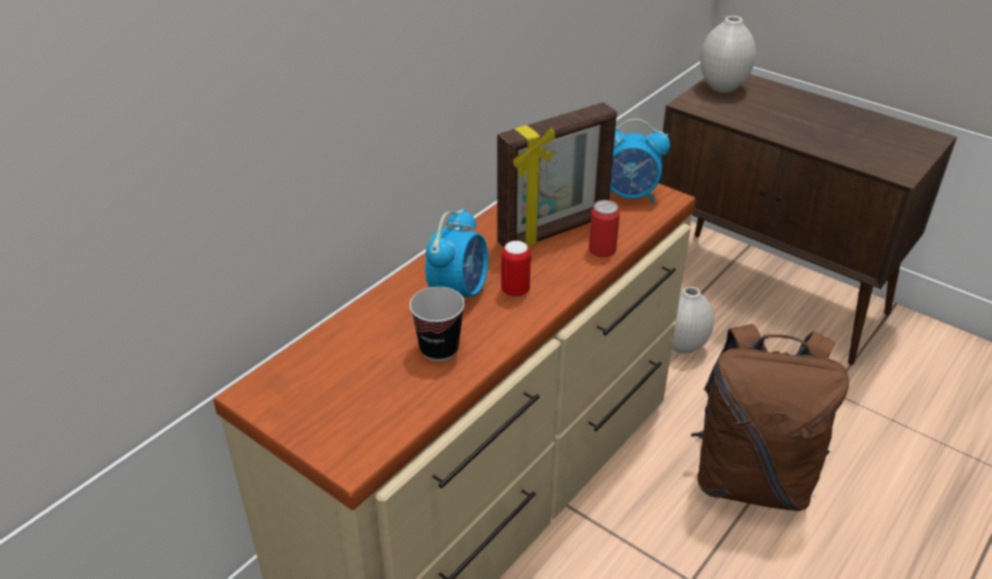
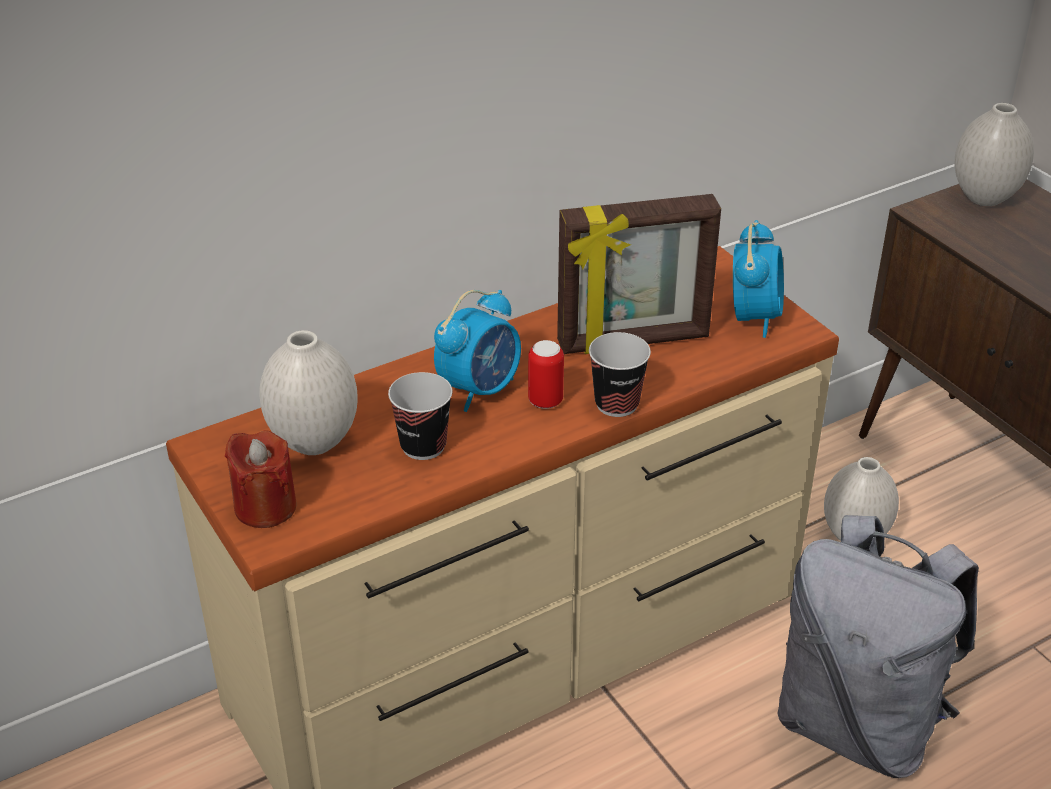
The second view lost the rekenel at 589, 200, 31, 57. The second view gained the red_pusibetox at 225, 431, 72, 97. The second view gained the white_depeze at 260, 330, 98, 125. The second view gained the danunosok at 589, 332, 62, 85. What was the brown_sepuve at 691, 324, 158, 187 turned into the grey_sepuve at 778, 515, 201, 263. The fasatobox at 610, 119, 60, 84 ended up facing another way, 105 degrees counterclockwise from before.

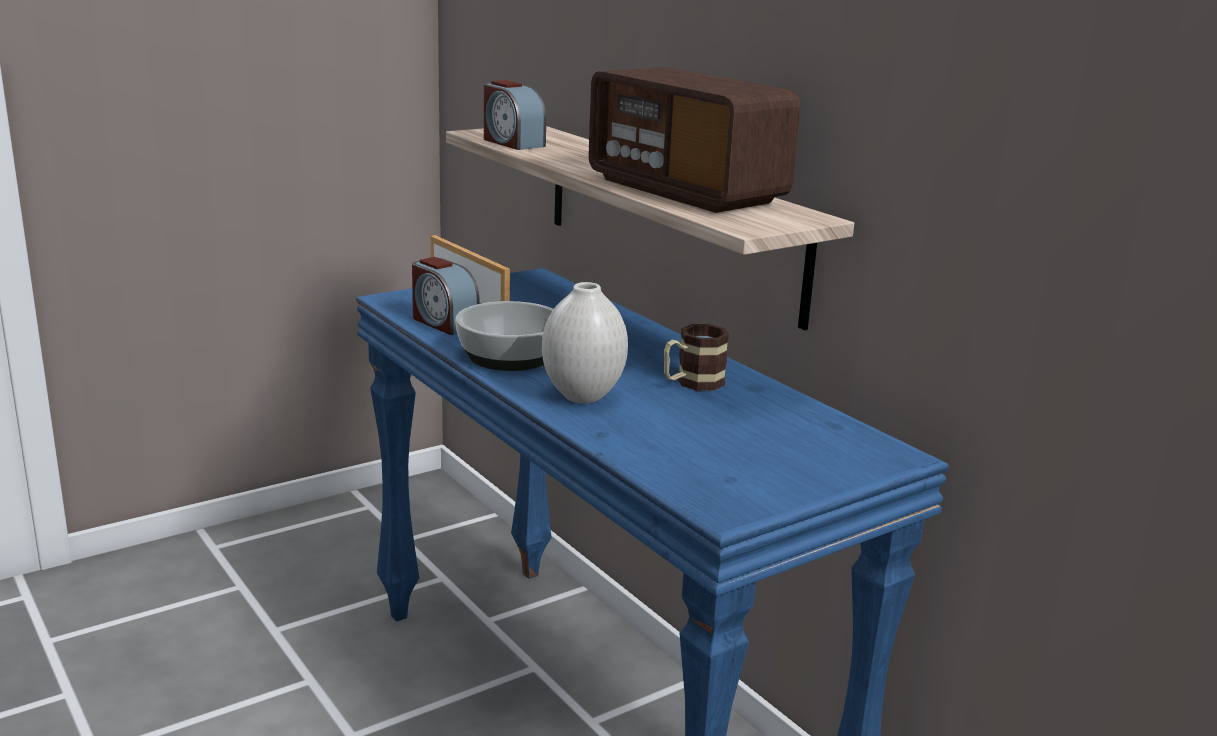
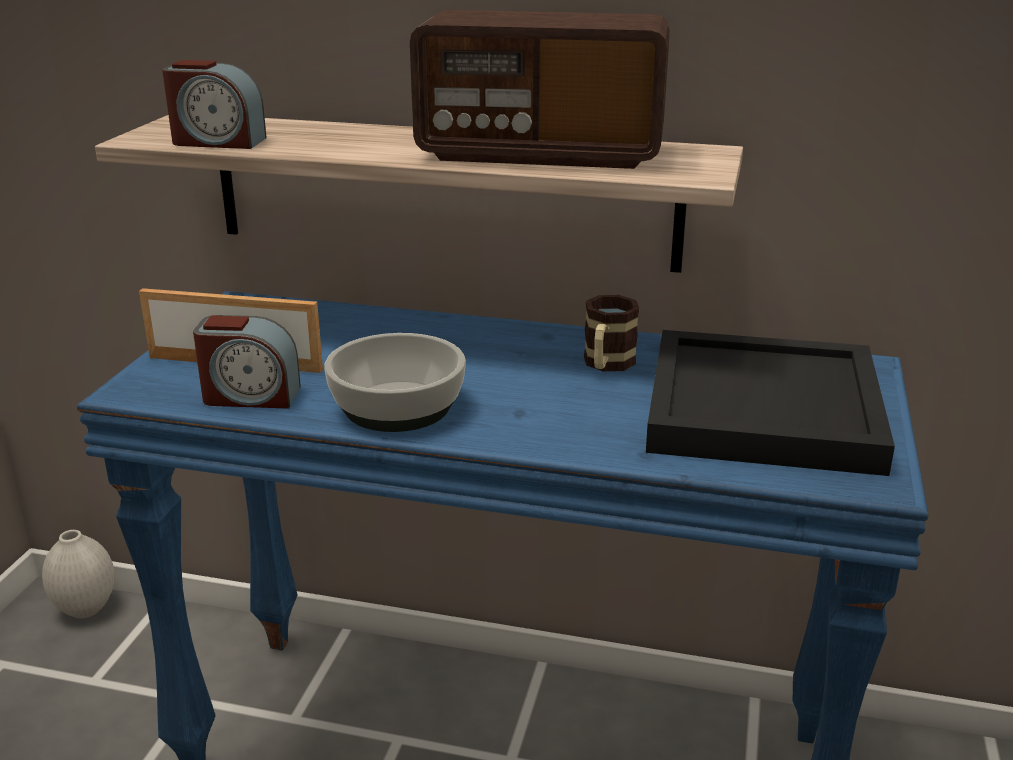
The second view gained the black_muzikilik at 646, 330, 249, 146. The white_depeze ended up elsewhere, having gone from 542, 282, 86, 121 to 42, 530, 73, 88.

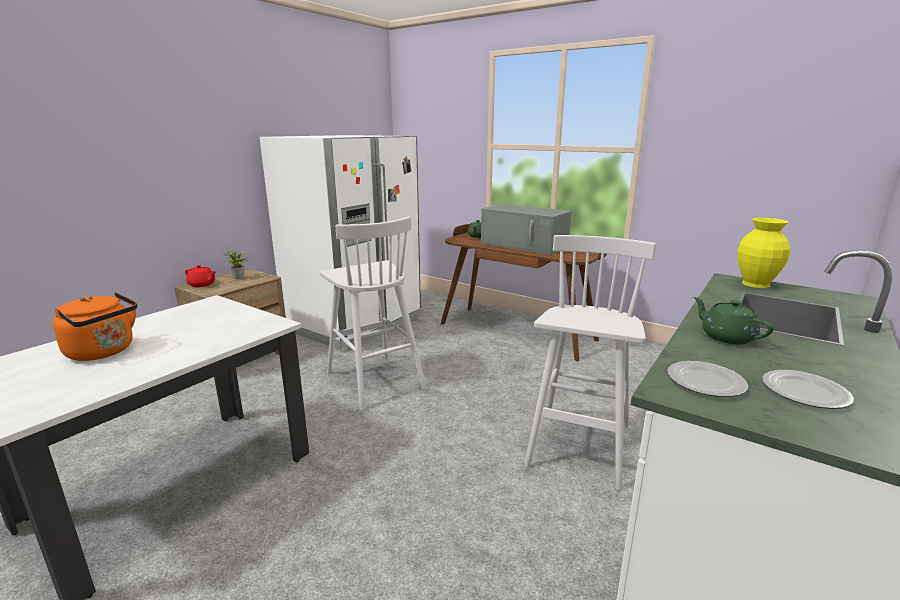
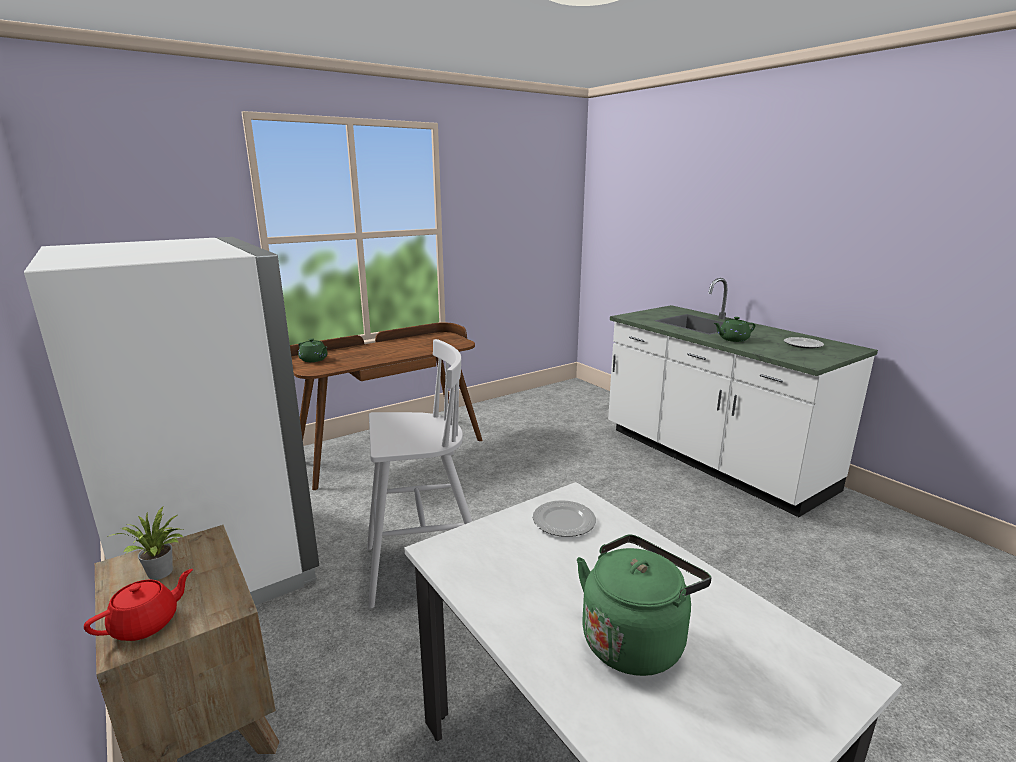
The second view lost the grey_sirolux at 481, 204, 91, 51. The second view lost the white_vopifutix at 524, 235, 132, 256. The second view lost the yellow_depeze at 737, 218, 53, 70. The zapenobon ended up elsewhere, having gone from 667, 361, 81, 36 to 533, 500, 63, 37. What was the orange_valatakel at 52, 292, 85, 69 turned into the green_valatakel at 577, 534, 134, 142.

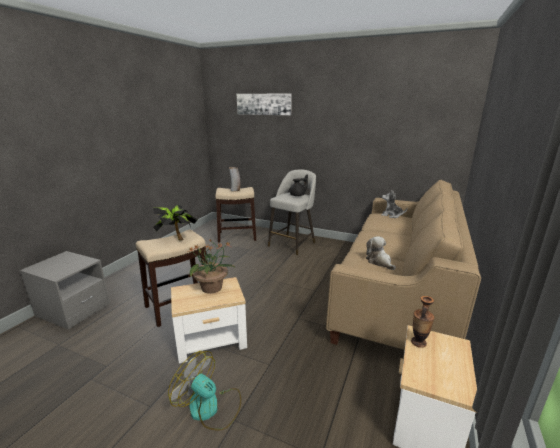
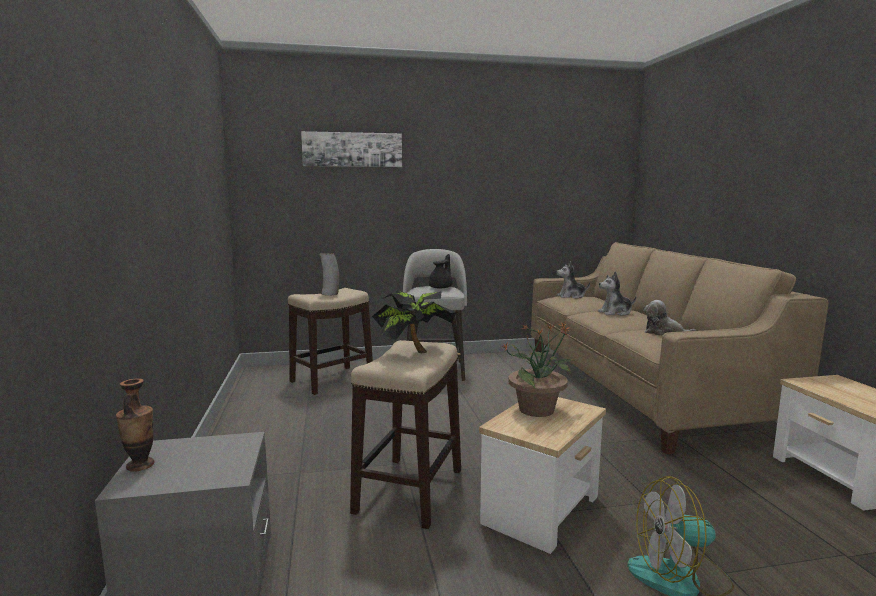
The second view gained the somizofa at 598, 272, 38, 44. The depeze ended up elsewhere, having gone from 411, 296, 23, 52 to 116, 378, 39, 93.

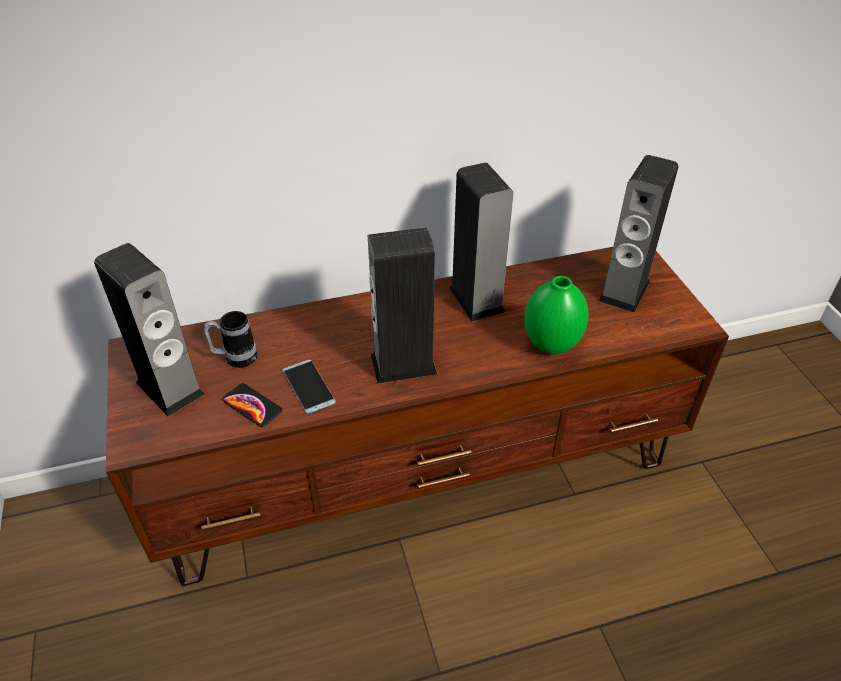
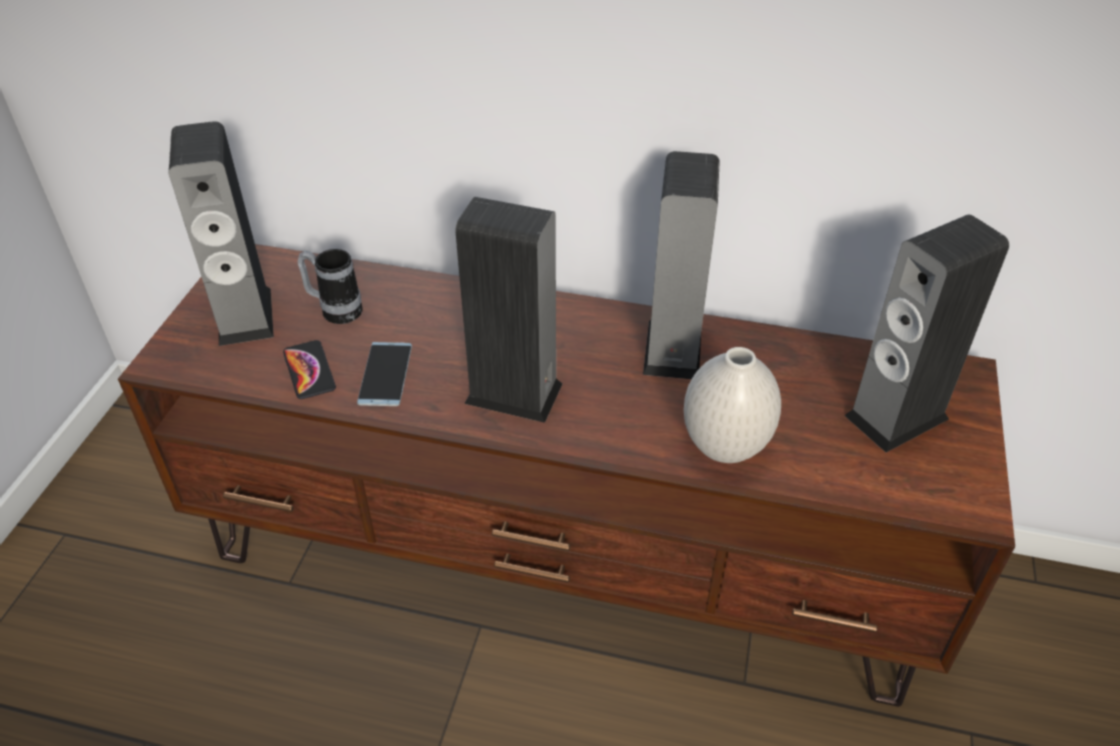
What was the green_depeze at 524, 276, 65, 79 turned into the white_depeze at 684, 347, 97, 116.

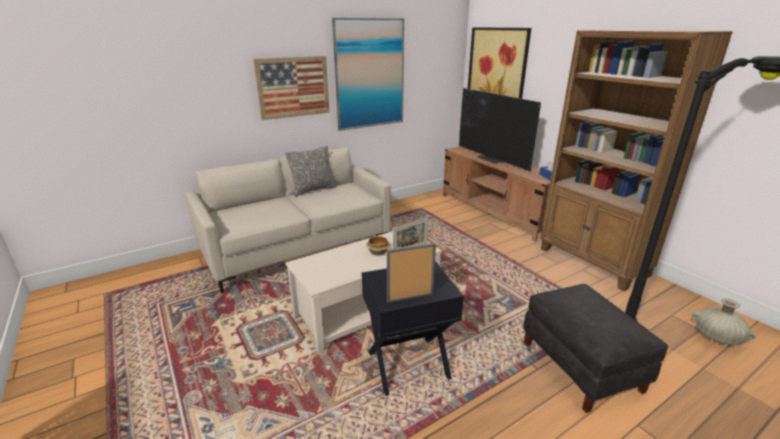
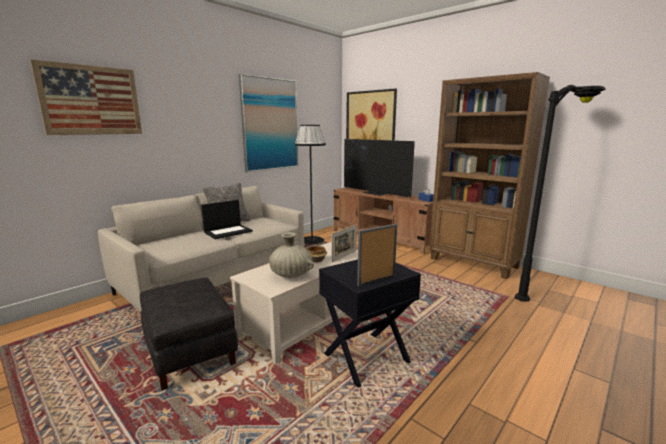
The second view gained the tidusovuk at 201, 200, 52, 39. The second view gained the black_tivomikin at 295, 125, 31, 120. The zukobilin ended up elsewhere, having gone from 253, 56, 76, 64 to 30, 59, 112, 76. The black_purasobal ended up elsewhere, having gone from 523, 284, 145, 129 to 140, 277, 98, 114. The beige_depeze ended up elsewhere, having gone from 692, 298, 63, 47 to 269, 232, 45, 46.

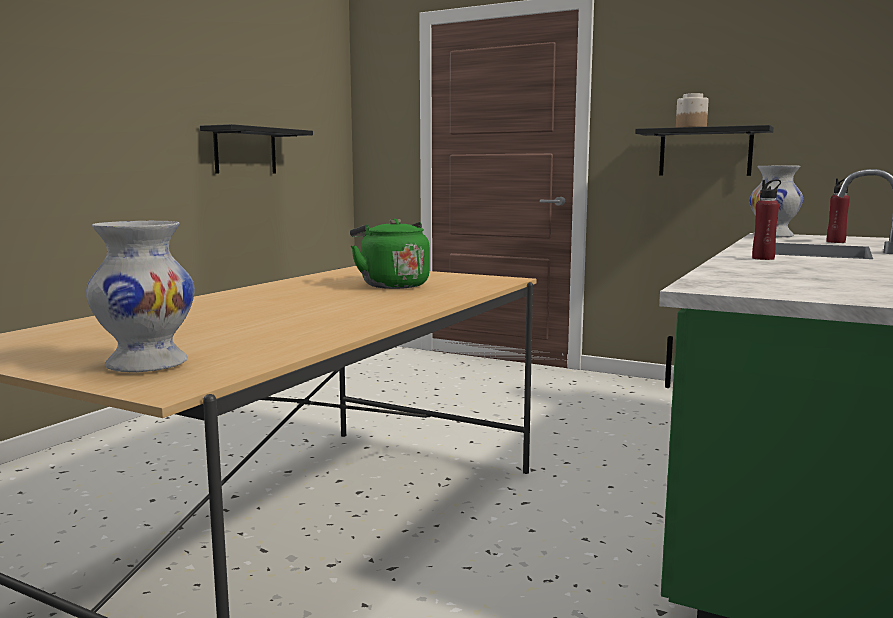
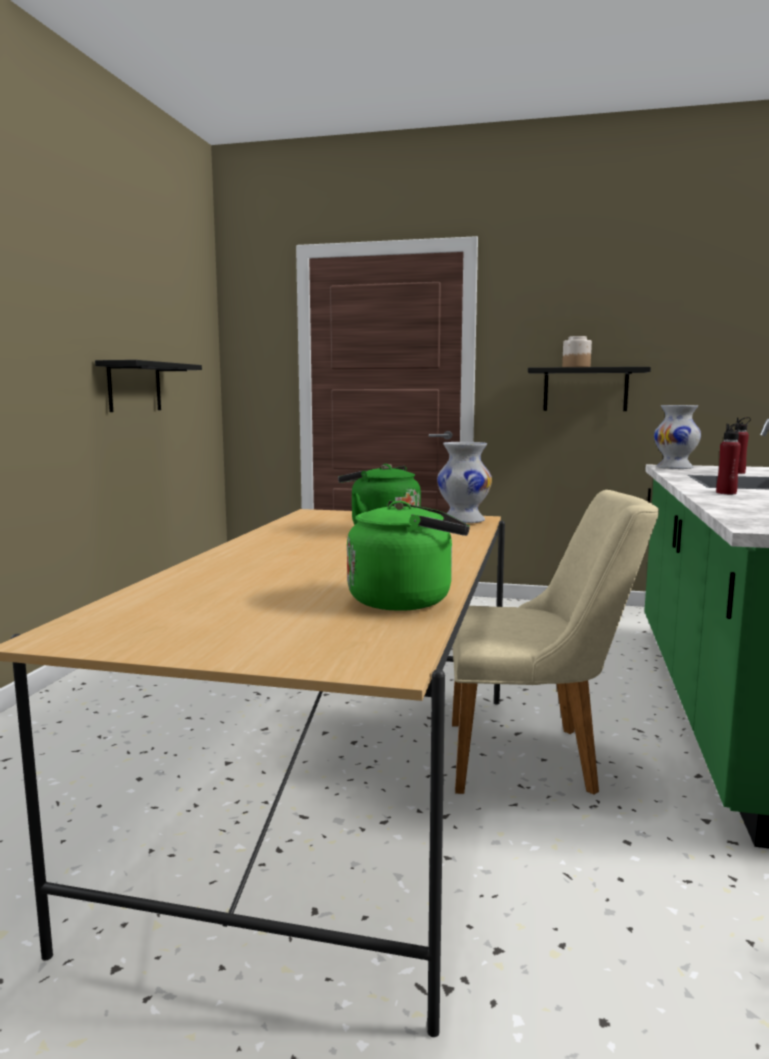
The second view gained the green_valatakel at 347, 501, 123, 110. The second view gained the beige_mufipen at 452, 490, 207, 305. The white_depeze ended up elsewhere, having gone from 86, 221, 109, 151 to 437, 442, 55, 81.

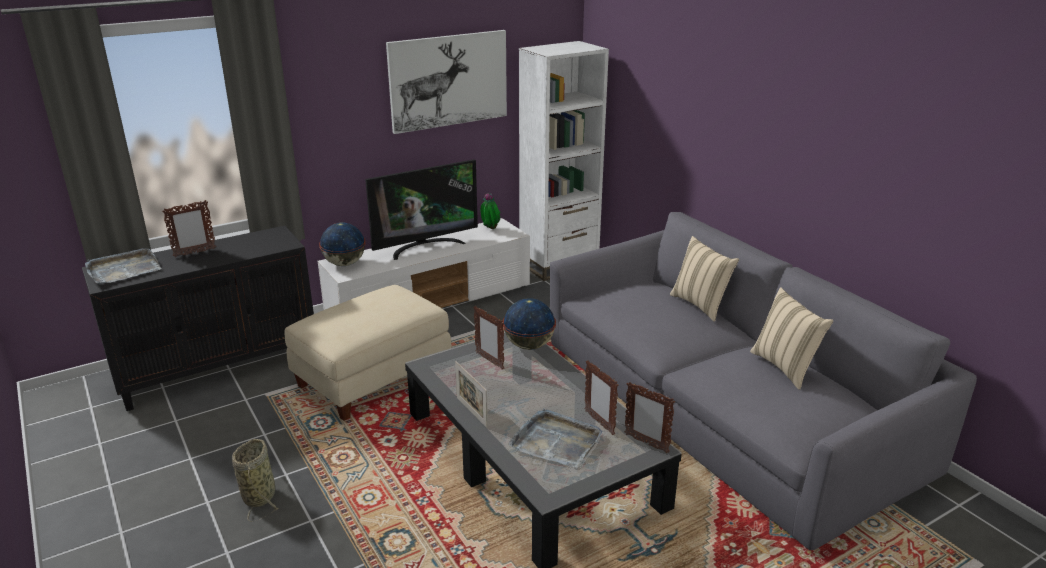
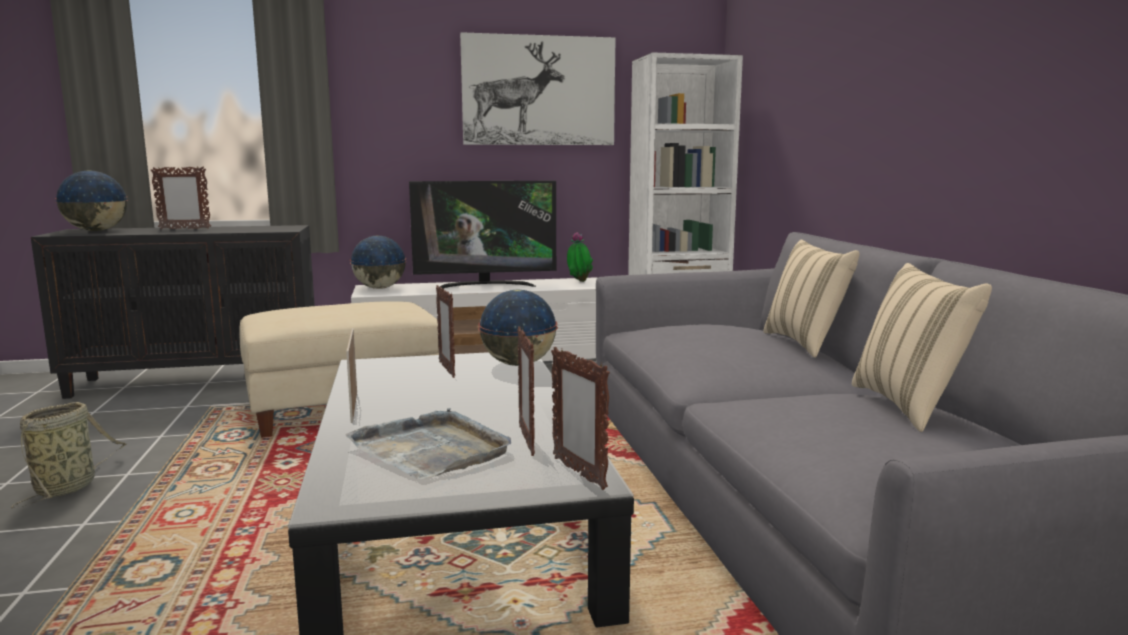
Where the grey_muzikilik stood at 85, 248, 77, 36, the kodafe came to stand at 55, 170, 73, 61.

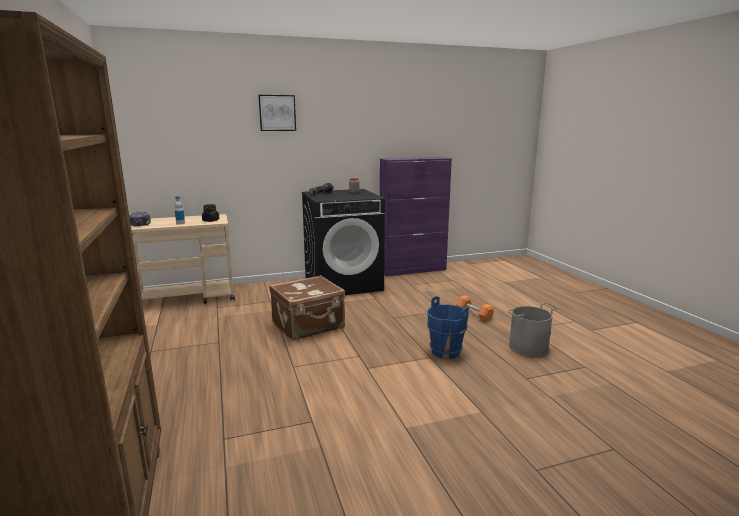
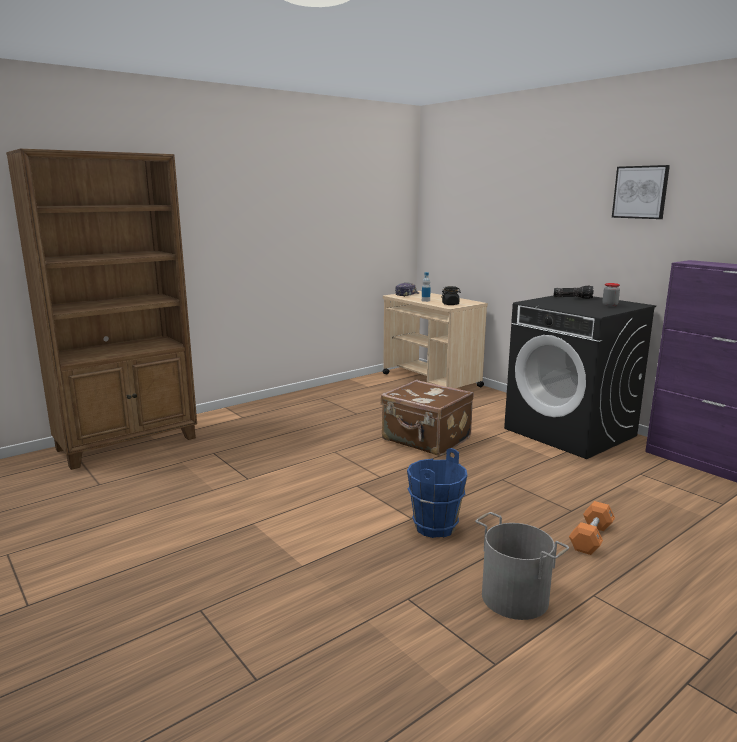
The zukobilin ended up elsewhere, having gone from 258, 95, 38, 36 to 612, 165, 58, 54.

